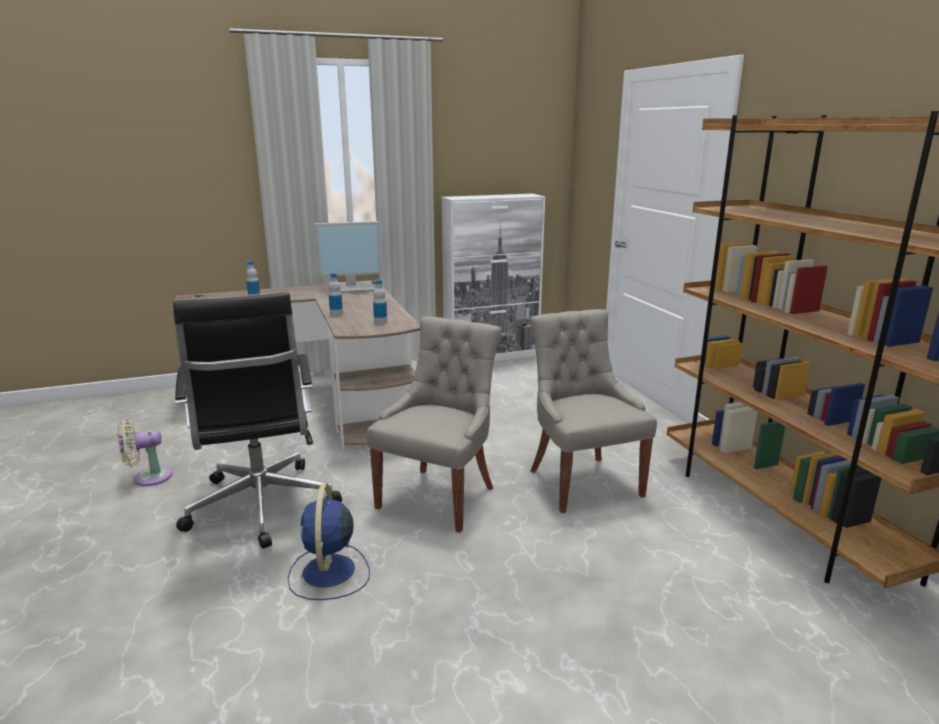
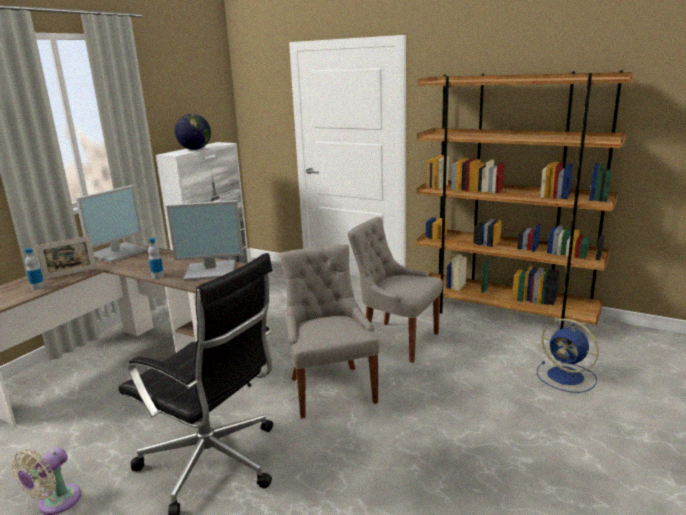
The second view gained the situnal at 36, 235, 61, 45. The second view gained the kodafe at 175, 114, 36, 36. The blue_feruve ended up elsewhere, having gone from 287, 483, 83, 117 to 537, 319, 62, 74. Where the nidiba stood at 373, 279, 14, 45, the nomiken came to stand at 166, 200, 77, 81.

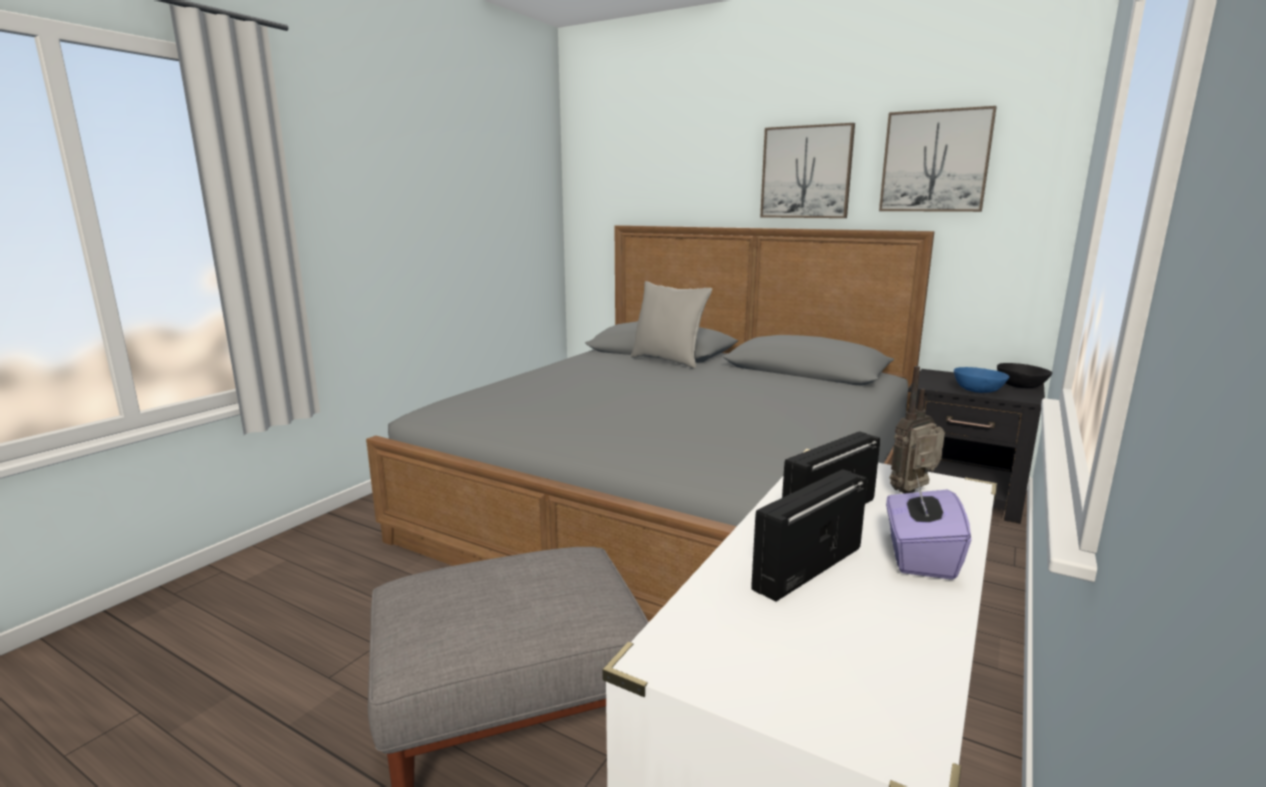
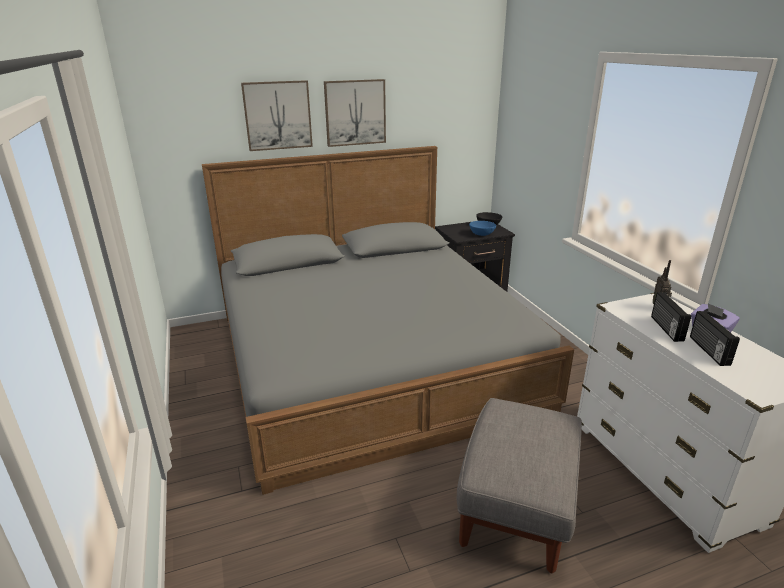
The second view lost the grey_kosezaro at 631, 281, 81, 88. The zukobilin ended up elsewhere, having gone from 879, 106, 118, 106 to 241, 80, 72, 71.

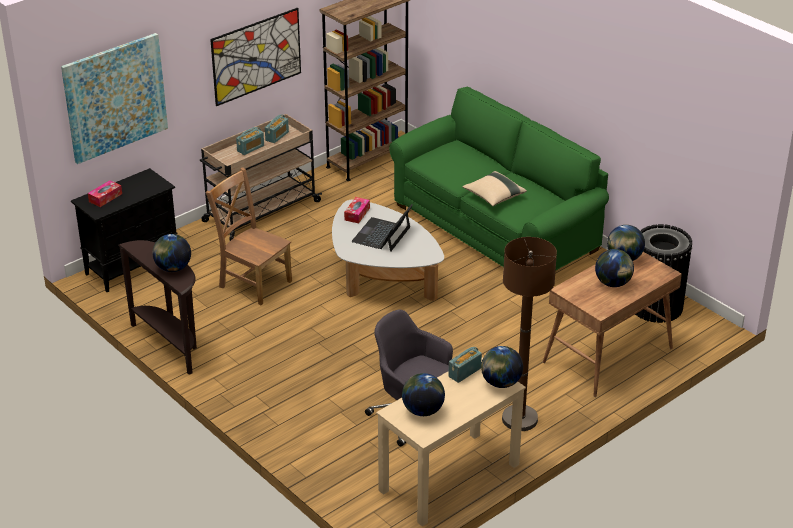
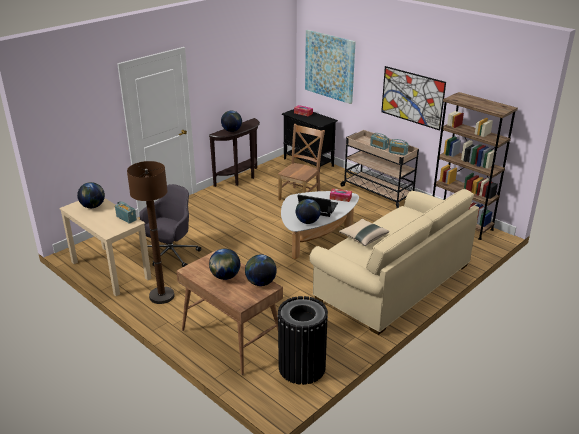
The kodafe ended up elsewhere, having gone from 481, 346, 42, 42 to 296, 199, 25, 25. What was the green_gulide at 389, 87, 220, 183 turned into the beige_gulide at 309, 189, 170, 146.

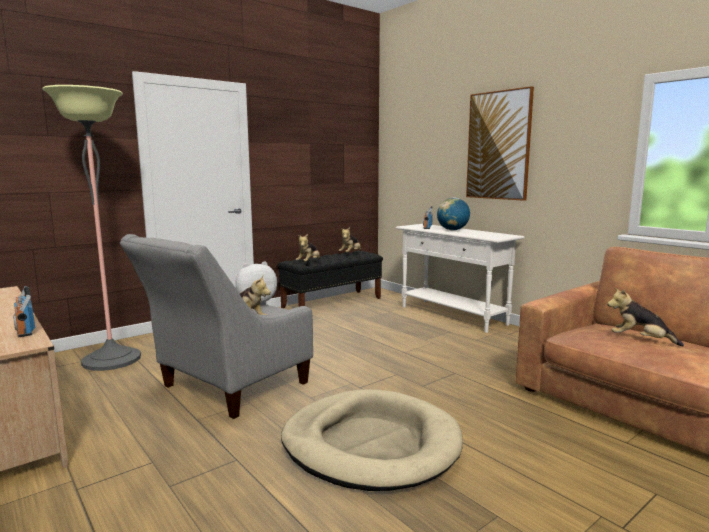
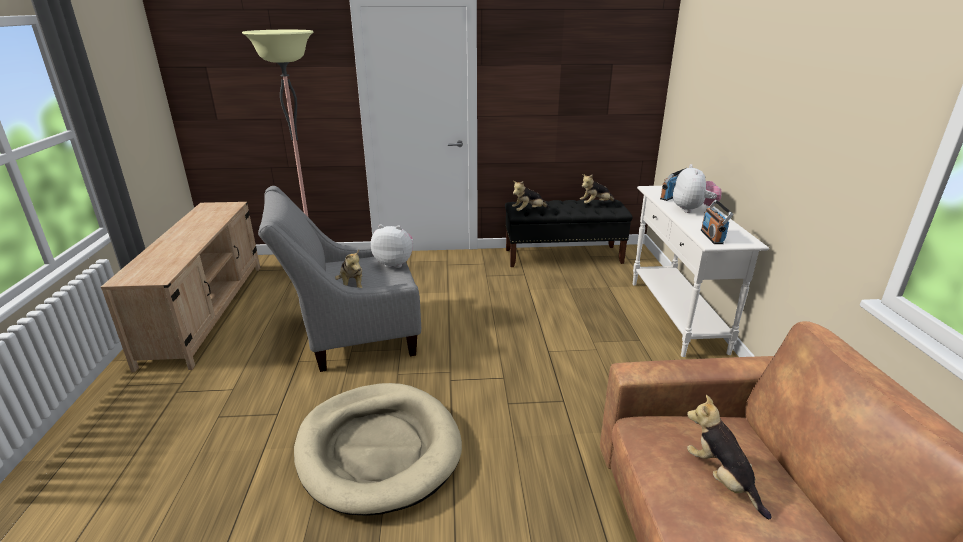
The second view lost the zukobilin at 466, 86, 68, 115. The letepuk ended up elsewhere, having gone from 13, 286, 22, 51 to 701, 200, 32, 44. Where the kodafe stood at 437, 198, 33, 32, the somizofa came to stand at 673, 164, 49, 49.

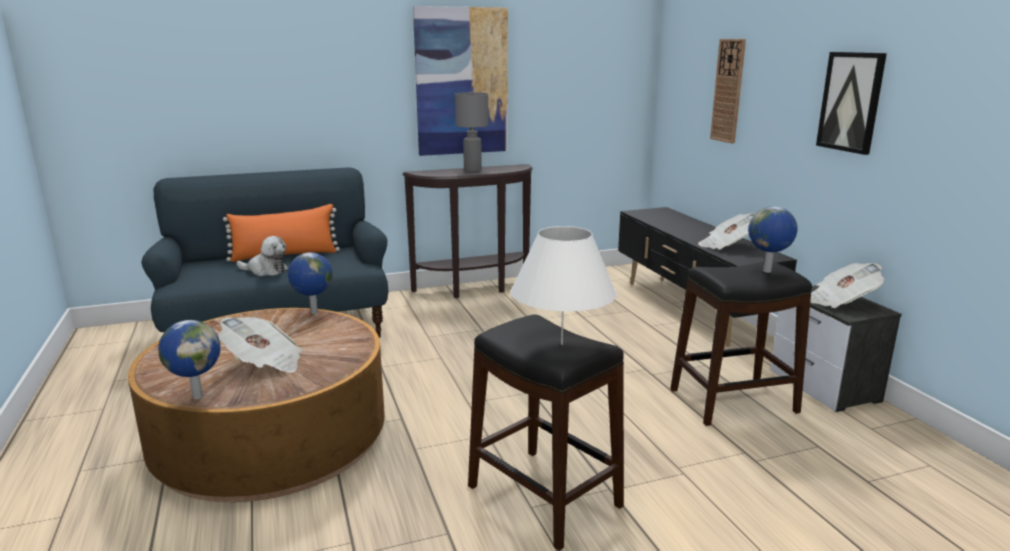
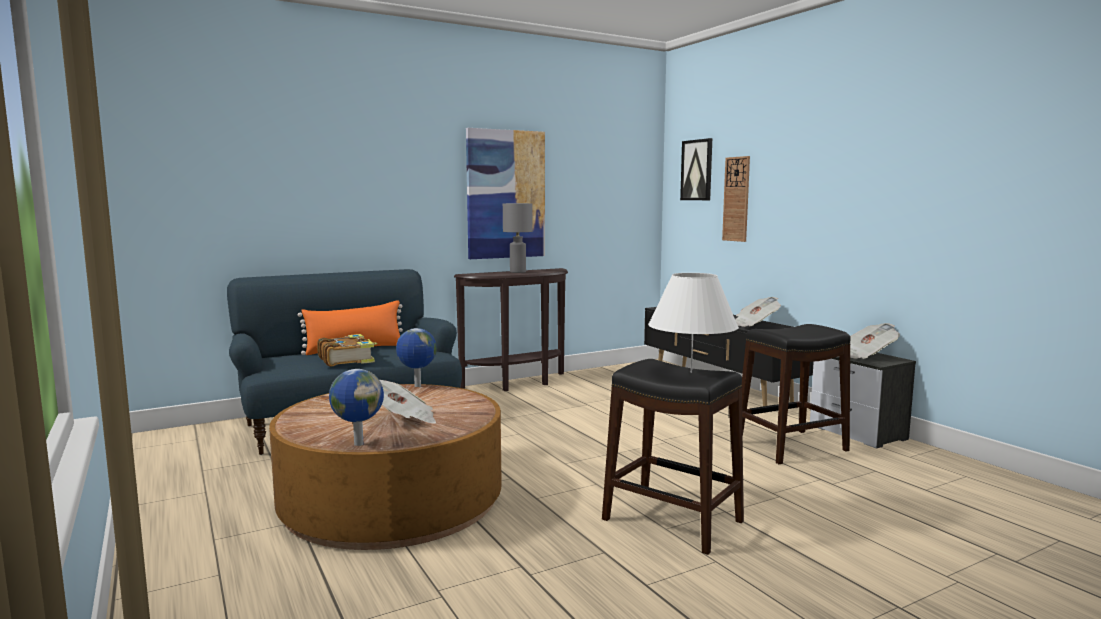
The second view lost the kodafe at 748, 206, 50, 67. The zukobilin ended up elsewhere, having gone from 816, 52, 71, 103 to 680, 138, 32, 62. Where the somizofa stood at 236, 236, 52, 40, the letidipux came to stand at 317, 334, 60, 33.

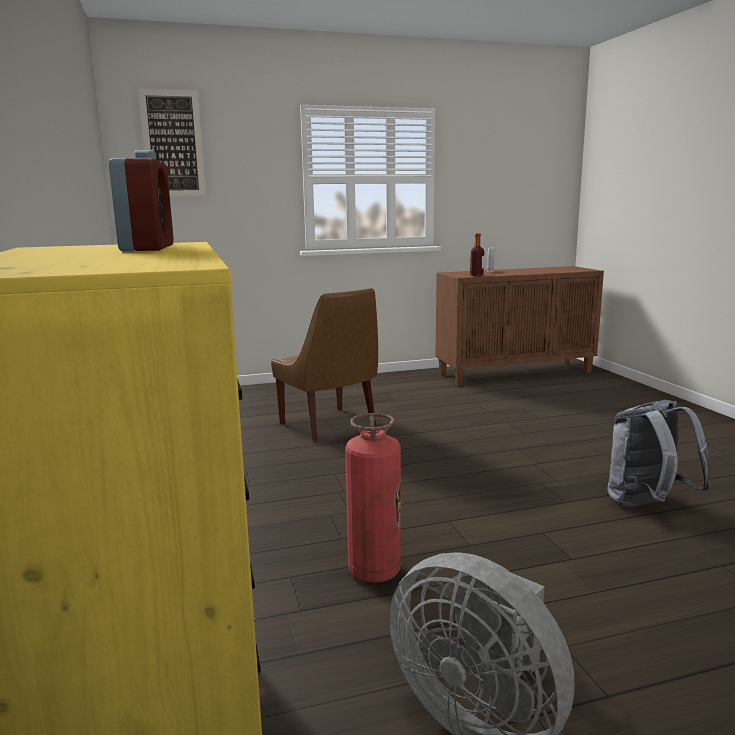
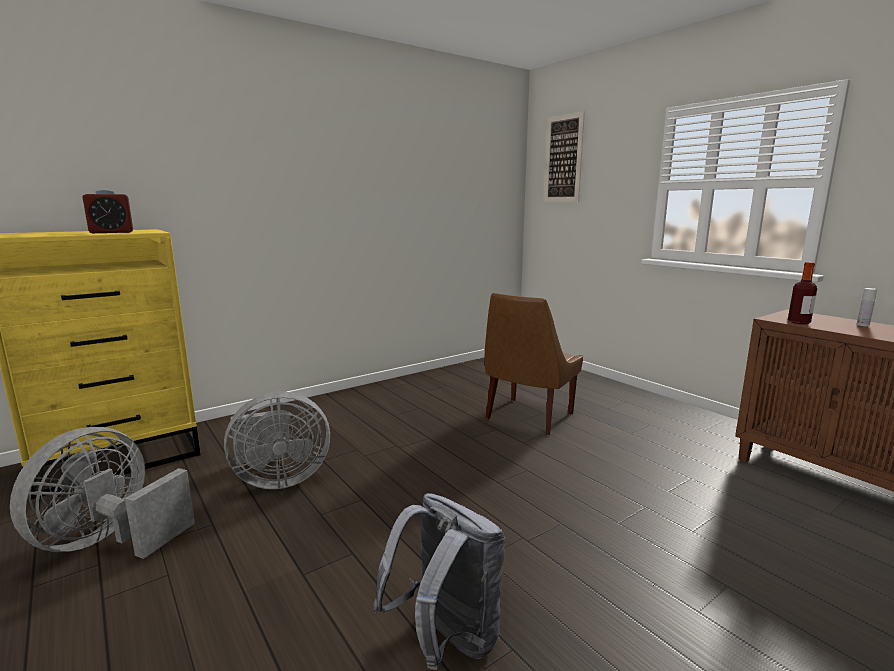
Where the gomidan stood at 345, 413, 56, 170, the grey_feruve came to stand at 224, 392, 106, 97.

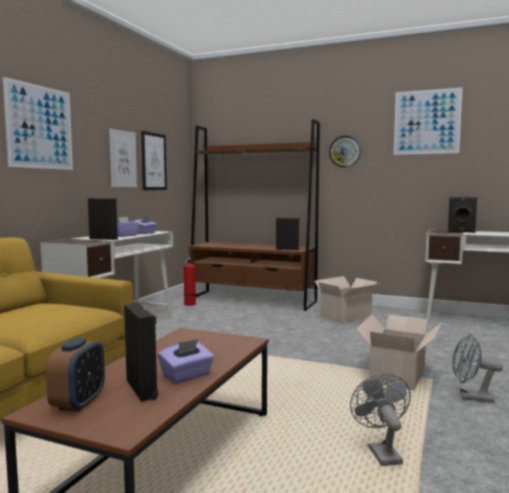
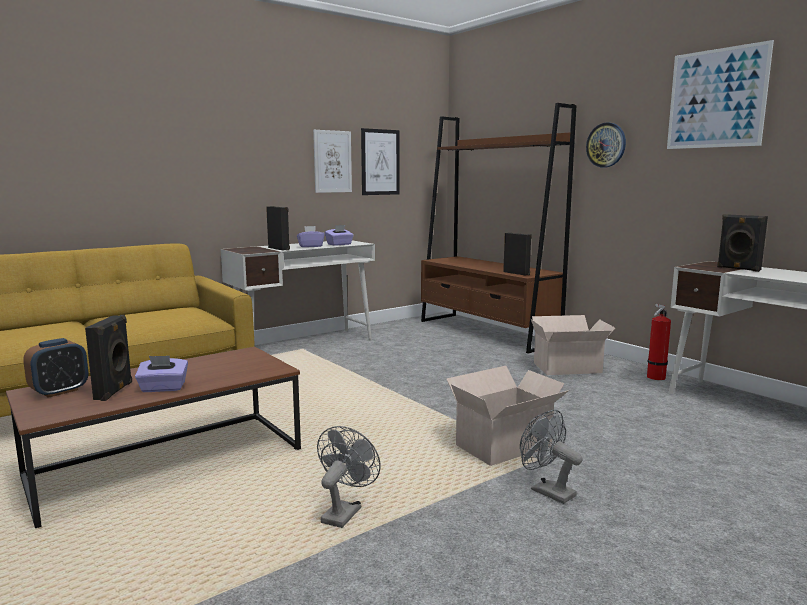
The second view lost the zukobilin at 3, 77, 70, 93. The gomidan ended up elsewhere, having gone from 184, 255, 12, 51 to 647, 304, 24, 76.

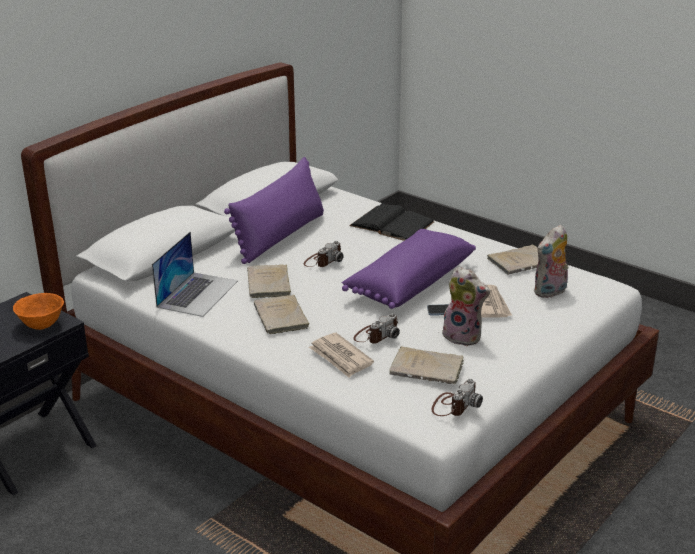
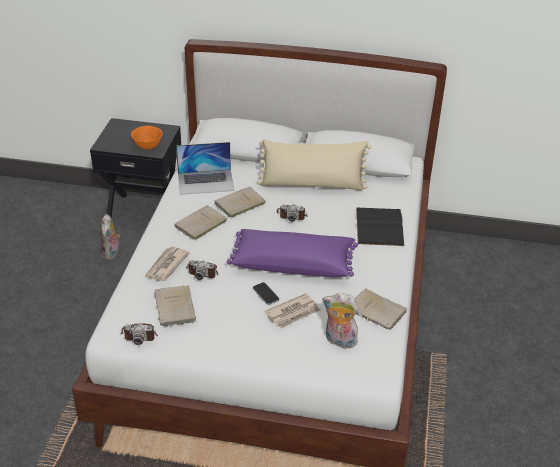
The somizofa ended up elsewhere, having gone from 439, 266, 51, 80 to 100, 214, 20, 46. What was the purple_kosezaro at 224, 157, 100, 107 turned into the beige_kosezaro at 257, 139, 114, 52.

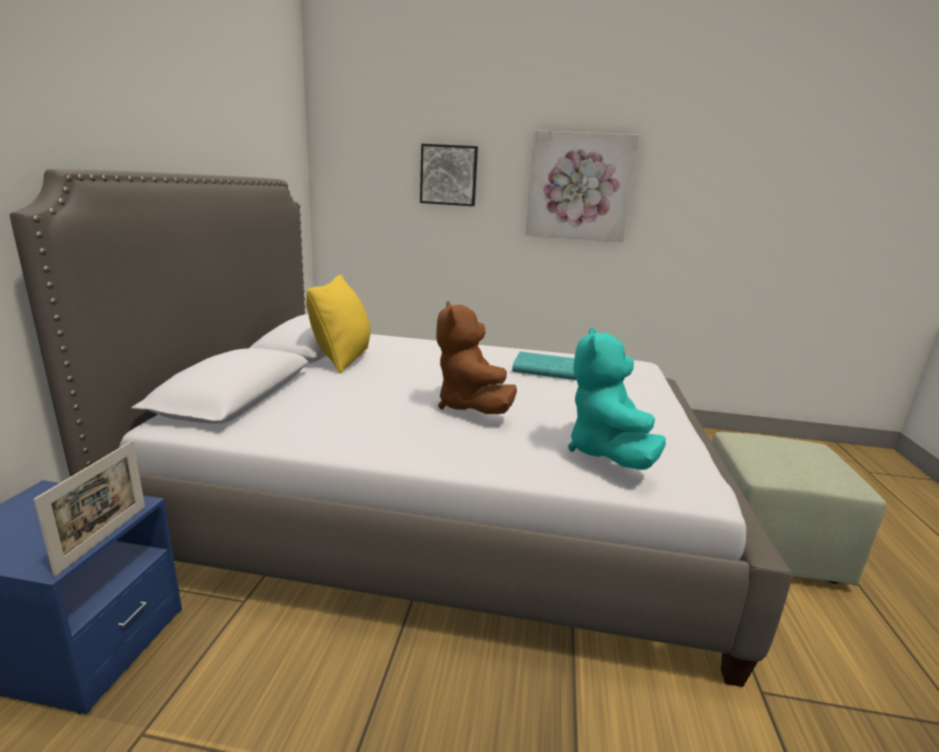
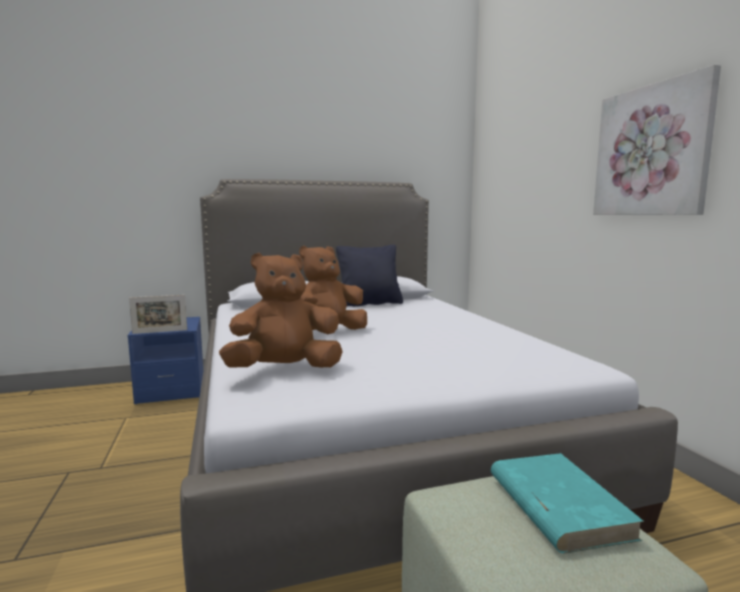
The second view lost the zukobilin at 420, 144, 58, 62. The turquoise_letidipux ended up elsewhere, having gone from 512, 352, 64, 28 to 491, 453, 153, 100. What was the yellow_kosezaro at 306, 275, 65, 98 turned into the black_kosezaro at 336, 244, 67, 63. What was the turquoise_somizofa at 568, 327, 98, 143 turned into the brown_somizofa at 219, 253, 124, 115.

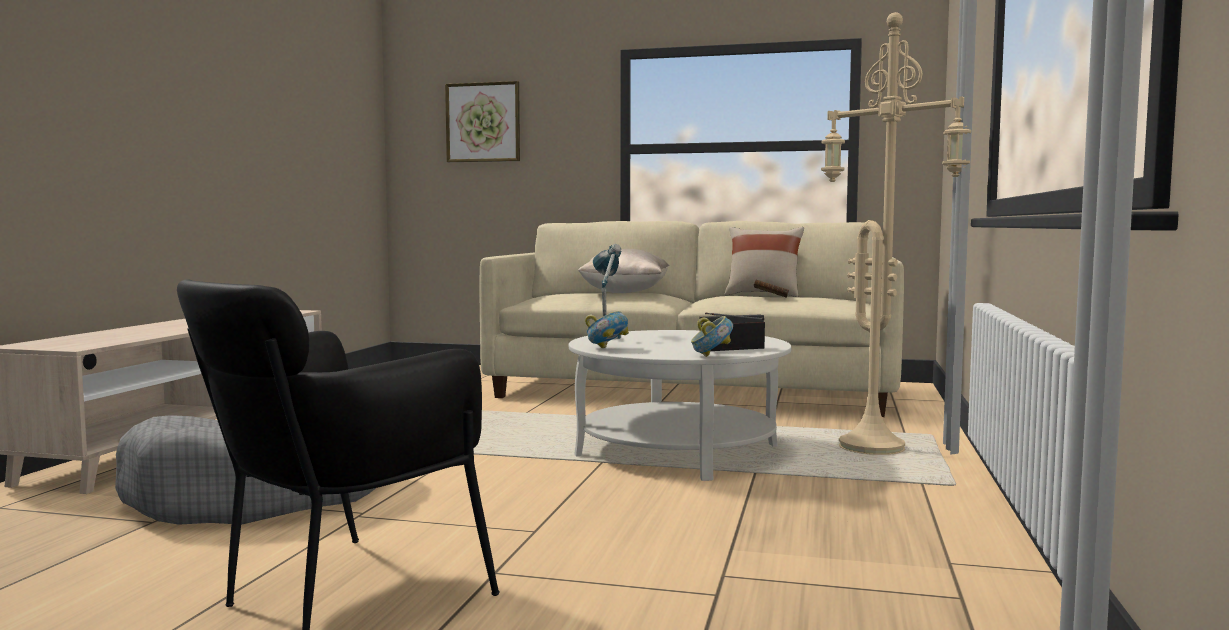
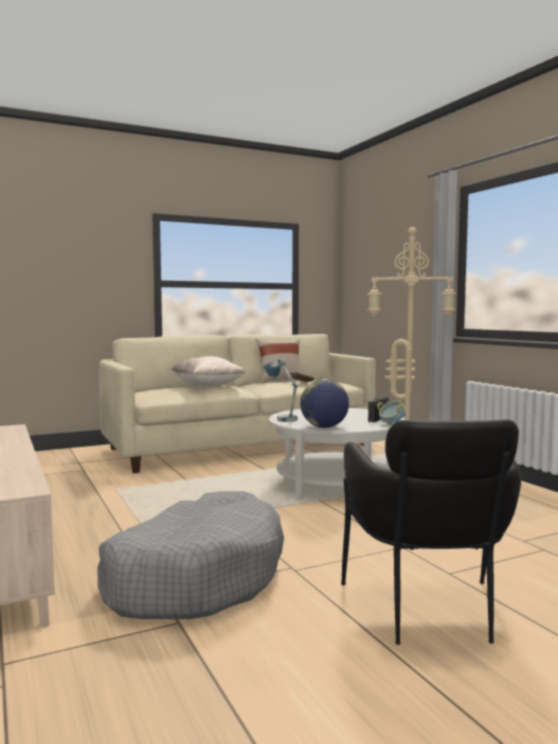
The second view lost the zukobilin at 445, 81, 75, 81. Where the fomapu stood at 585, 311, 44, 37, the kodafe came to stand at 300, 379, 49, 49.

